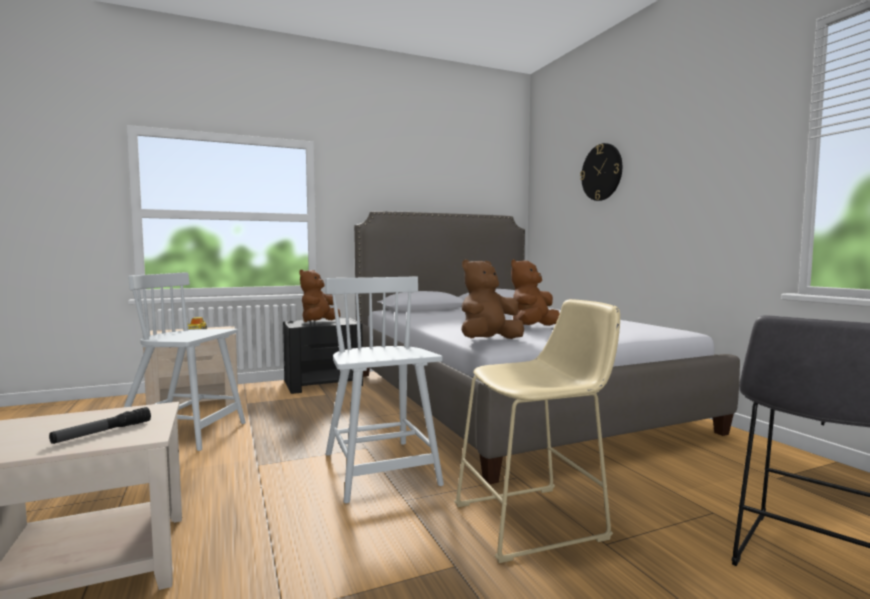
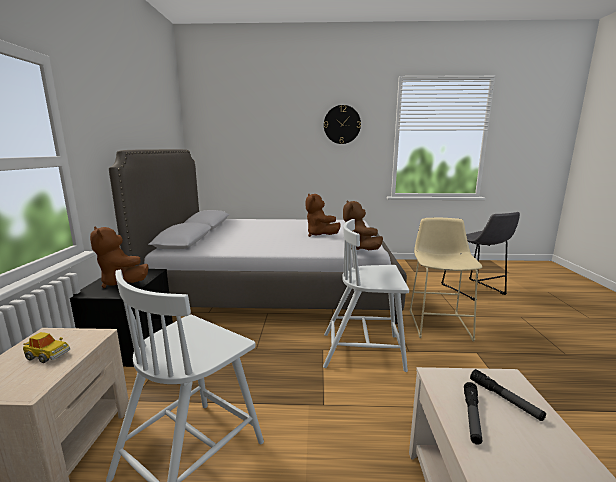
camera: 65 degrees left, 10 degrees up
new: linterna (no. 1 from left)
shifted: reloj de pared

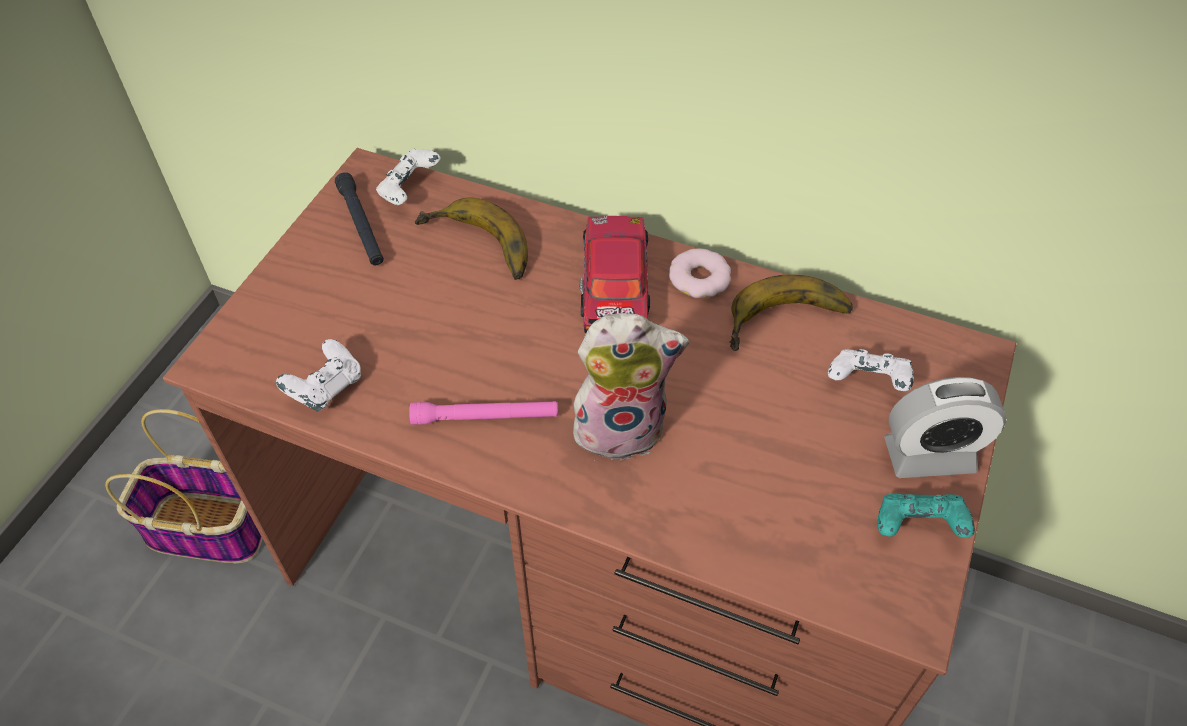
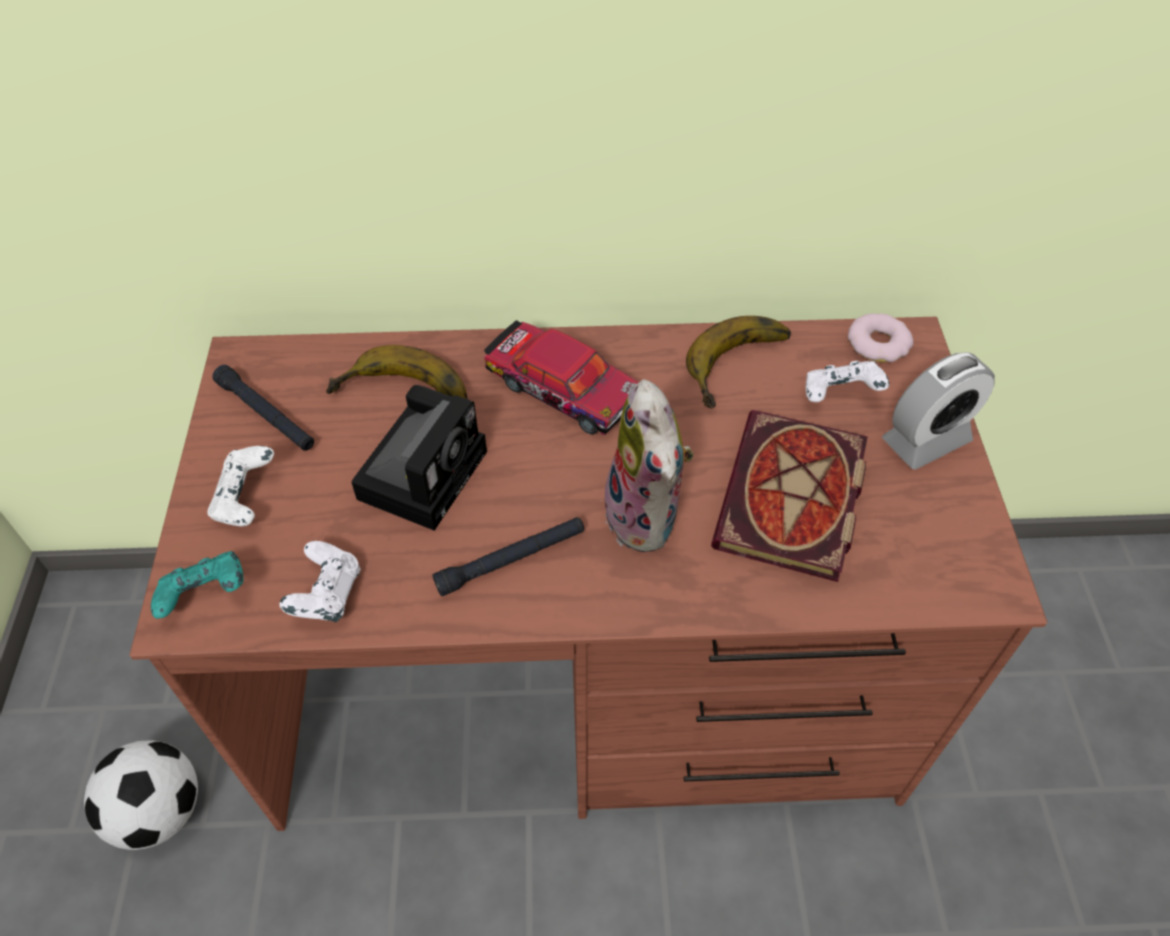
camera: 25 degrees left, 0 degrees up
new: cámara; libro
shifted: mando de consola [blanco] (no. 2 from left in the first image) to mando de consola [blanco] (no. 1 from left); rosquilla; mando de consola [turquesa]
swapped: cesta to balón de fútbol
repainted: linterna [rosa] to linterna [negro] (no. 2 from left)
rotated: coche de juguete 150 degrees clockwise; peluche 105 degrees clockwise

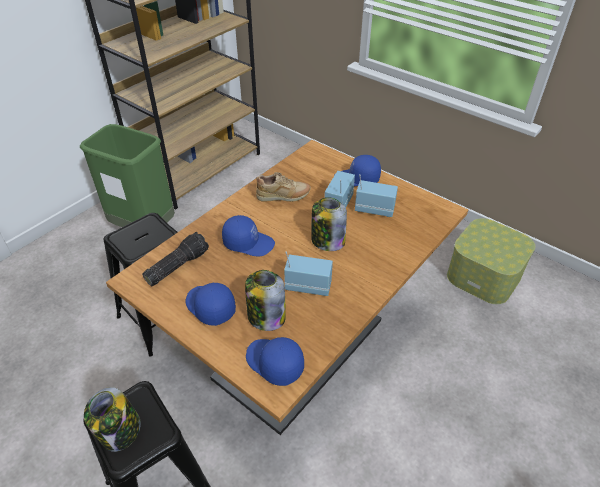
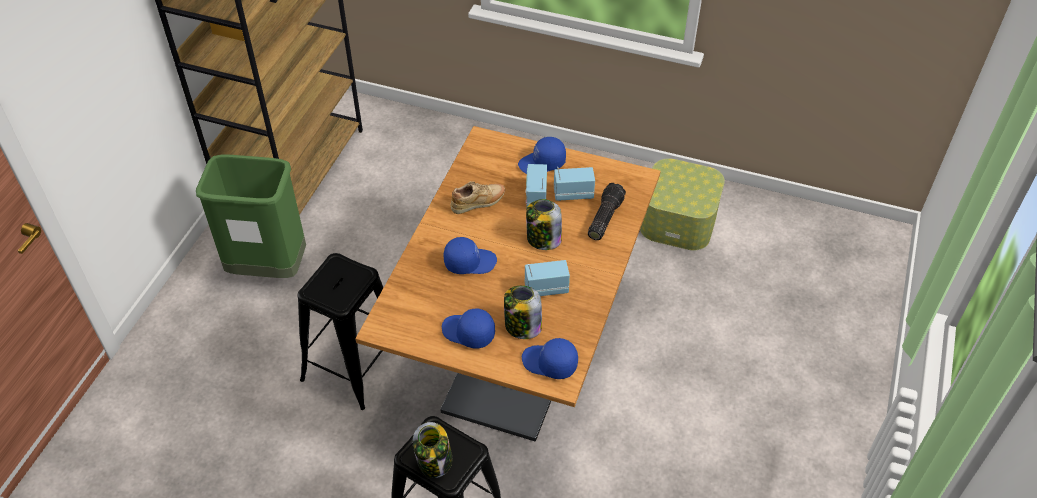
camera: 20 degrees left, 5 degrees up
shifted: linterna

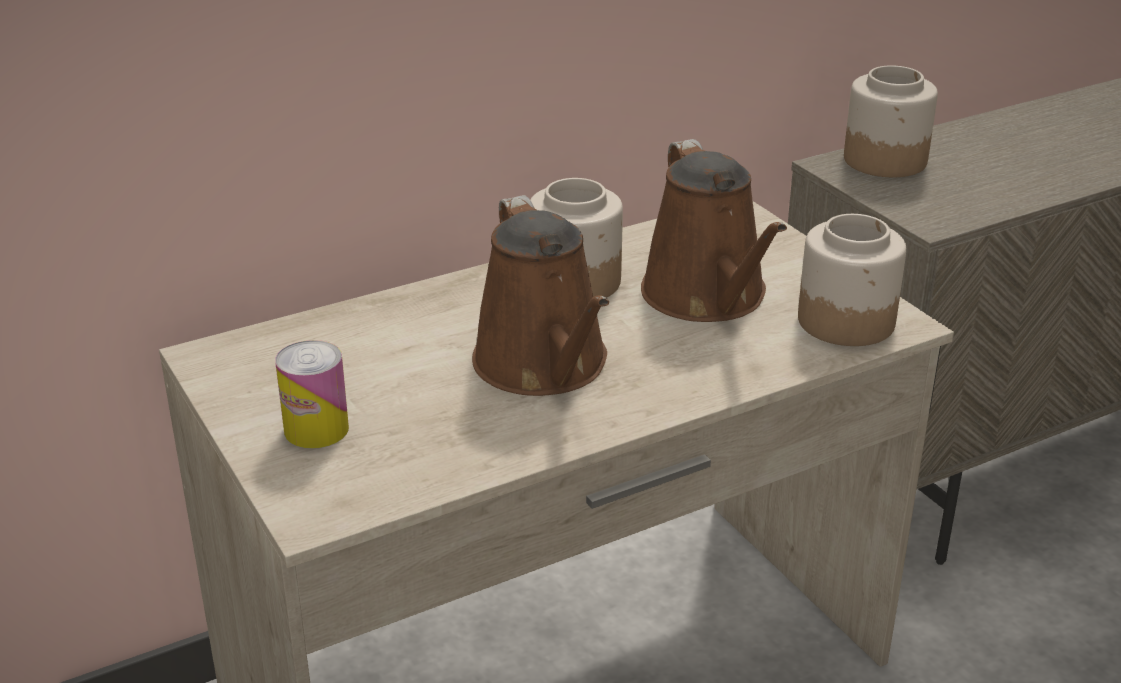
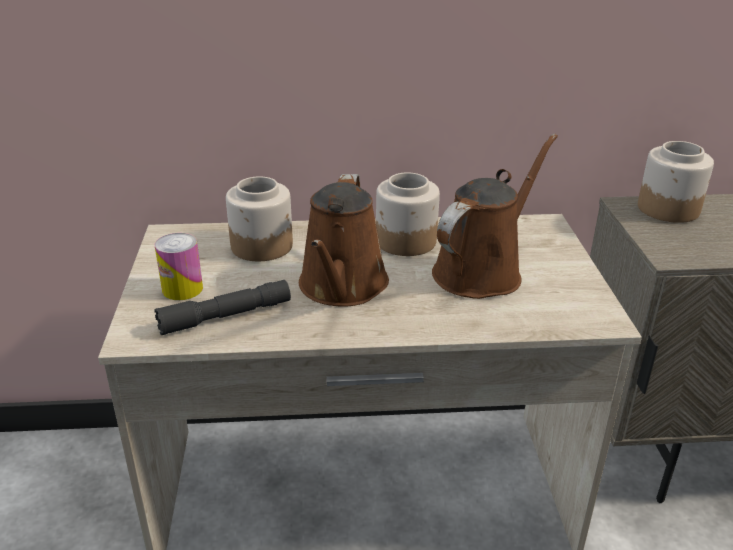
camera: 25 degrees right, 0 degrees up
new: linterna [gris]
shifted: tarro (no. 2 from left in the first image) to tarro (no. 1 from left)
rotated: regadera [marrón] (no. 2 from left) 150 degrees counterclockwise

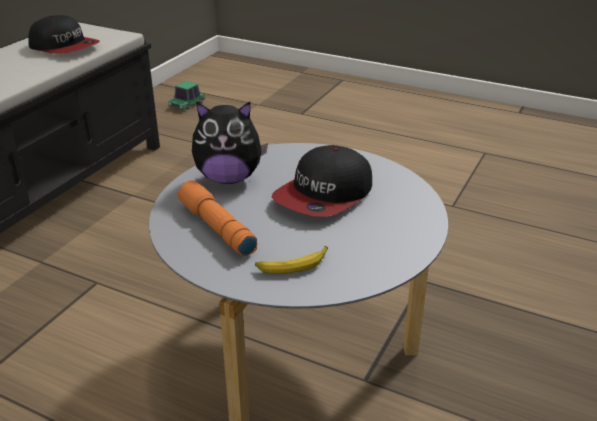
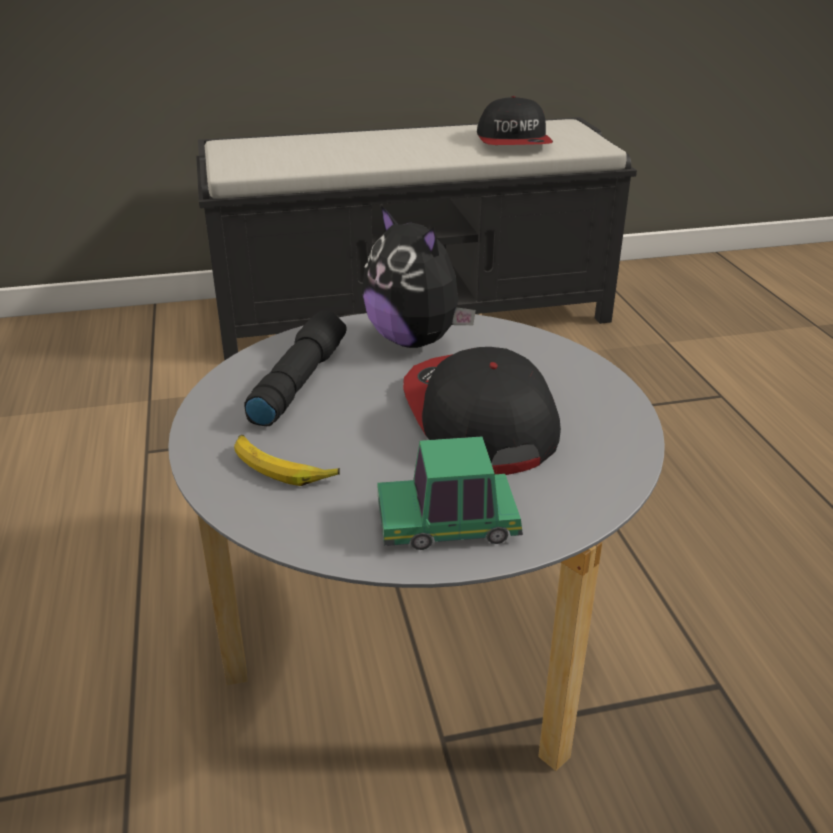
camera: 50 degrees right, 0 degrees up
shifted: coche de juguete
repainted: linterna [naranja] to linterna [negro]
rotated: gorra (no. 2 from left in the first image) 75 degrees clockwise

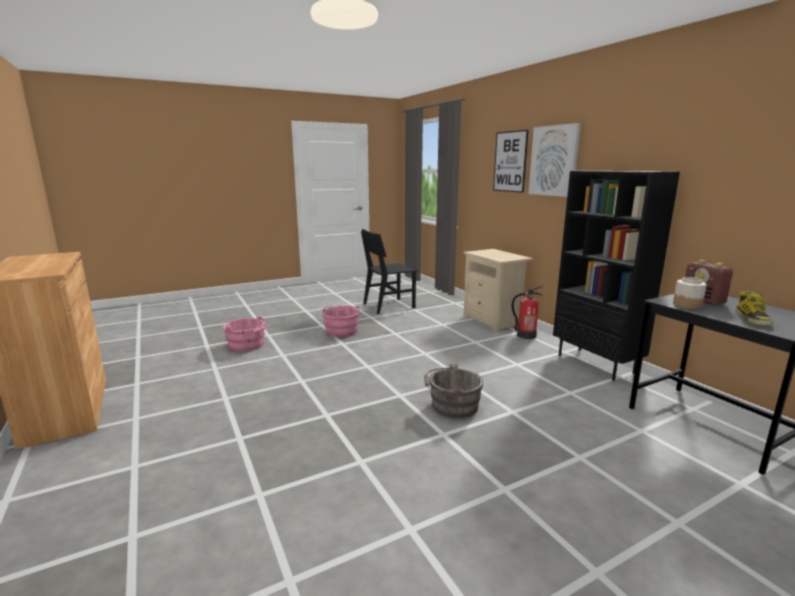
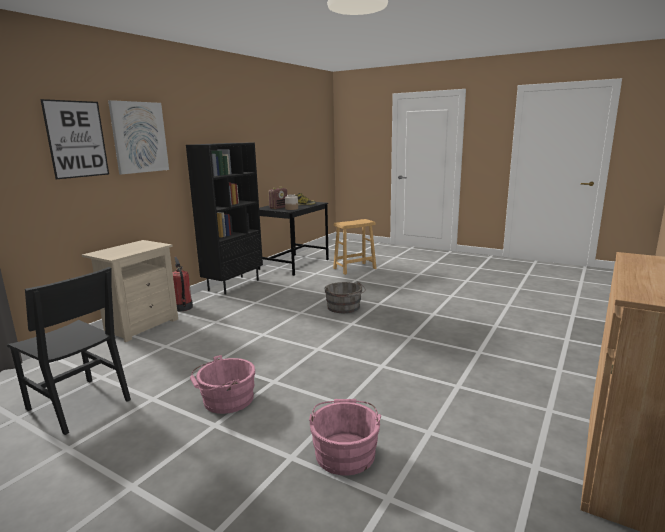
camera: 120 degrees left, 0 degrees up
new: taburete [marrón]

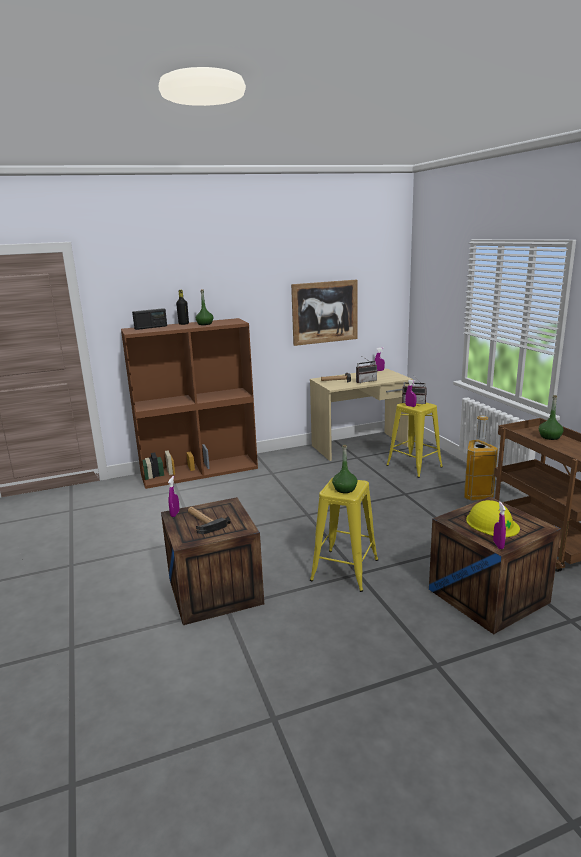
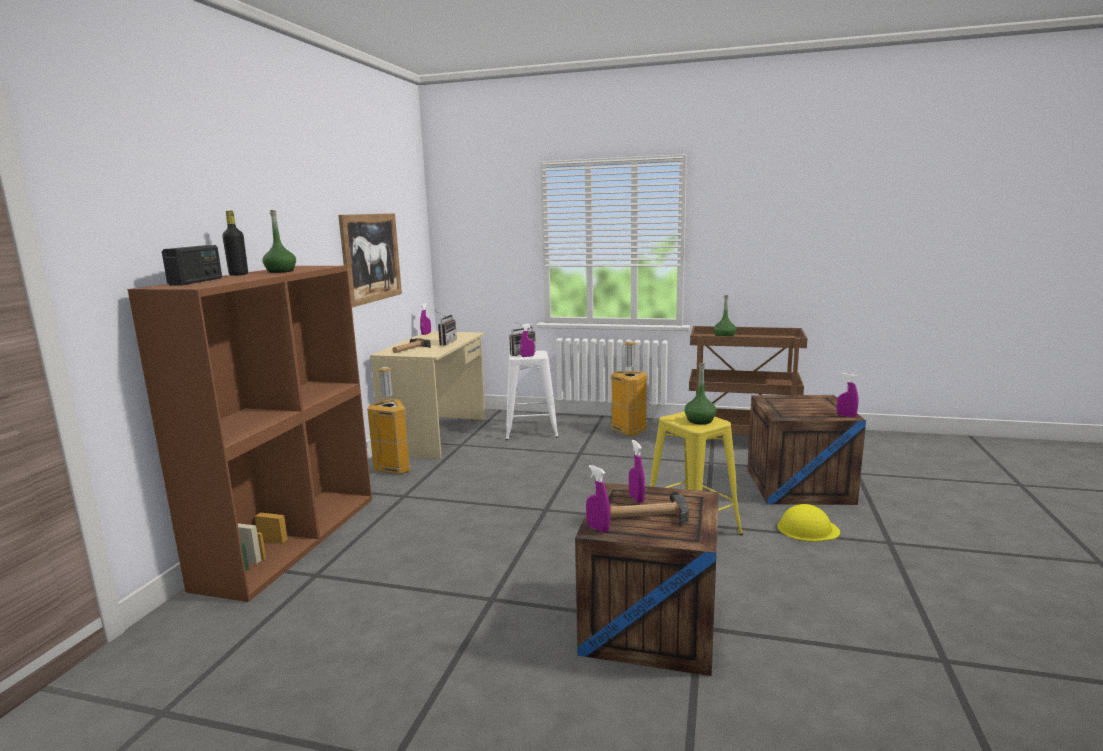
camera: 55 degrees left, 5 degrees down
new: papelera (no. 1 from left); pulverizador [morado] (no. 4 from left)
shifted: casco [amarillo]
repainted: taburete [amarillo] (no. 2 from left) to taburete [blanco]

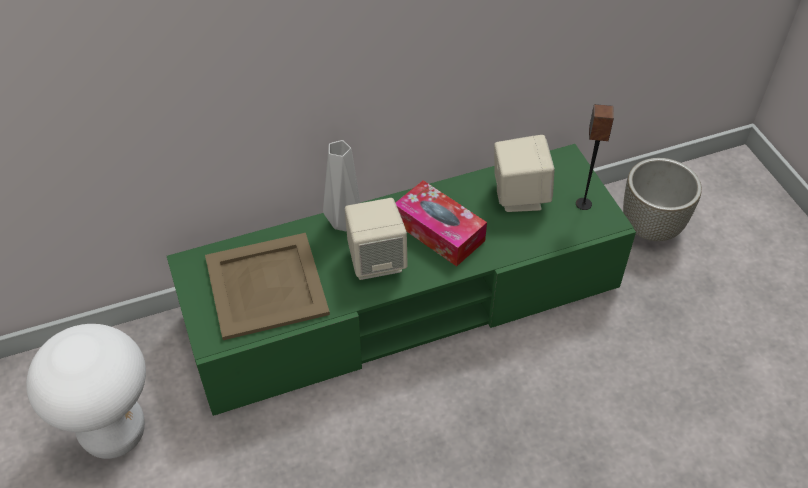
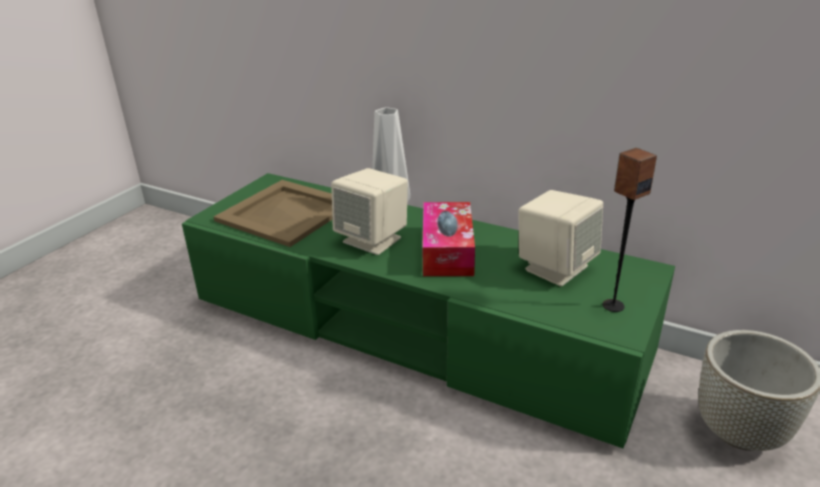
camera: 50 degrees right, 20 degrees down
gone: taburete [blanco]

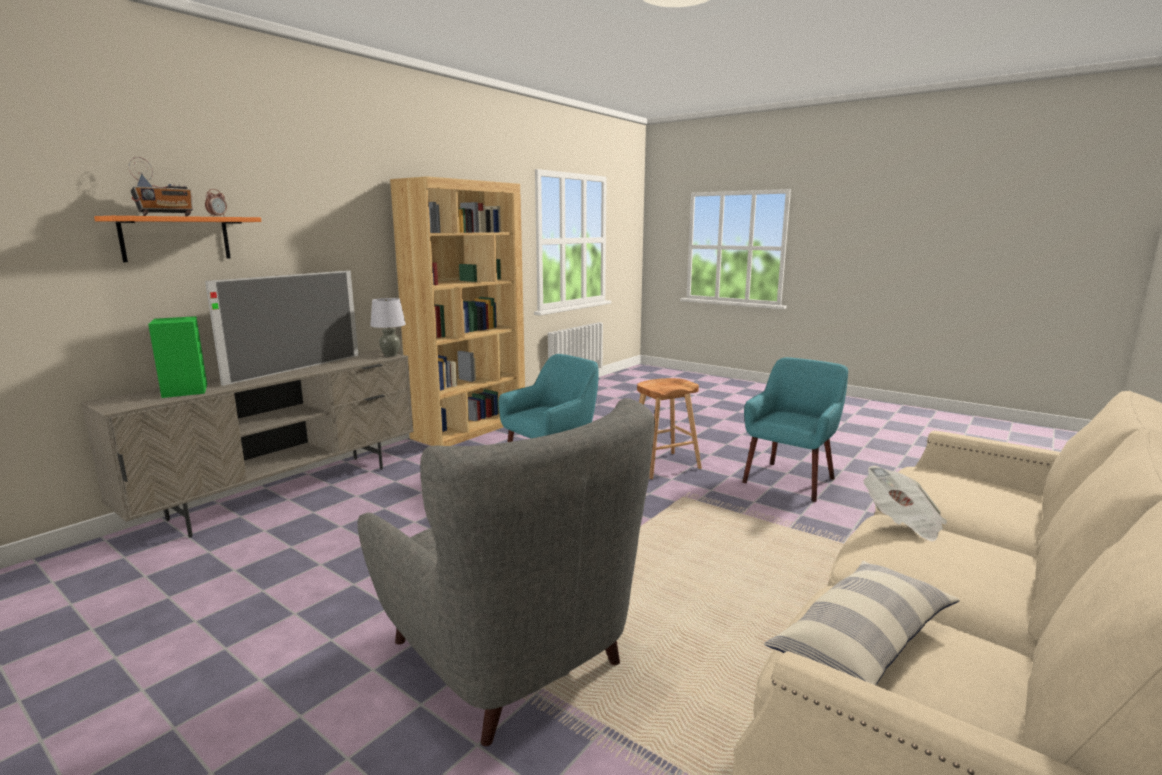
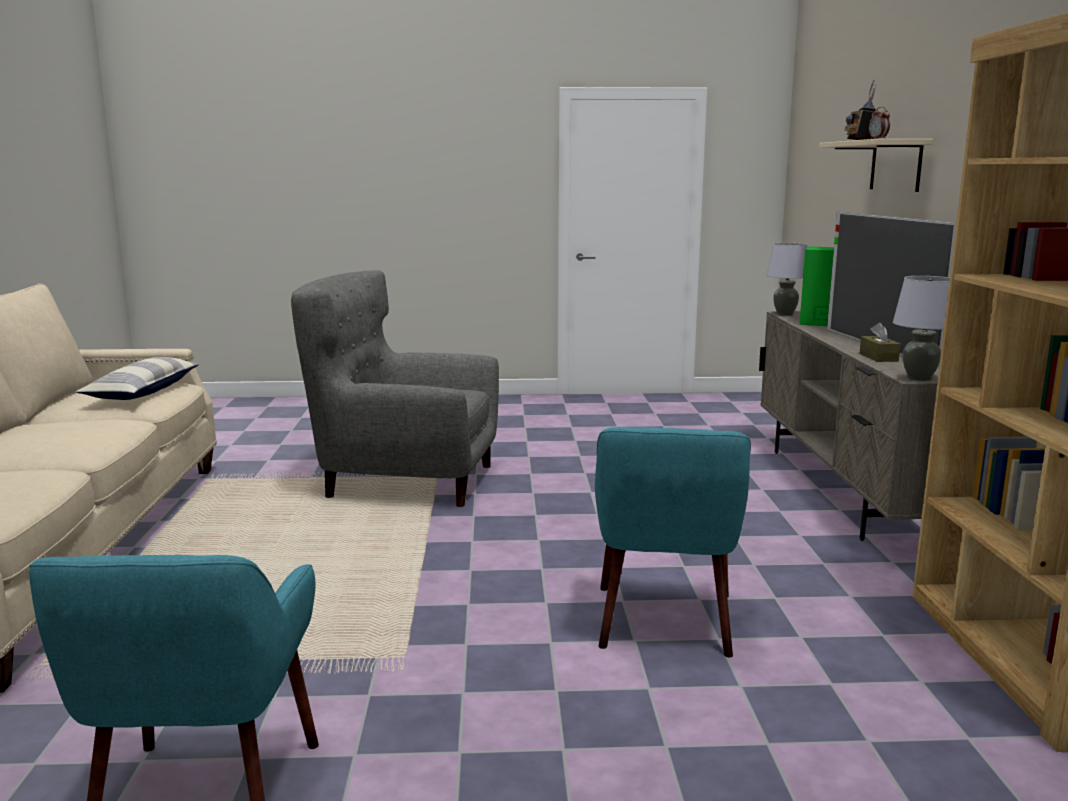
camera: 140 degrees right, 0 degrees up
gone: taburete [marrón]; periódico
new: lámpara de mesa [gris] (no. 1 from left); caja de pañuelos [marrón]
repainted: estante [naranja] to estante [beis]

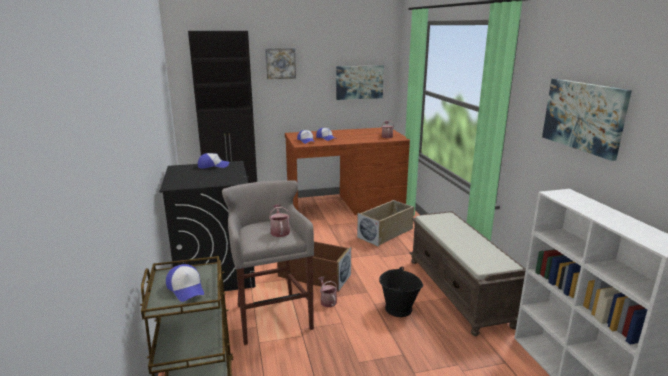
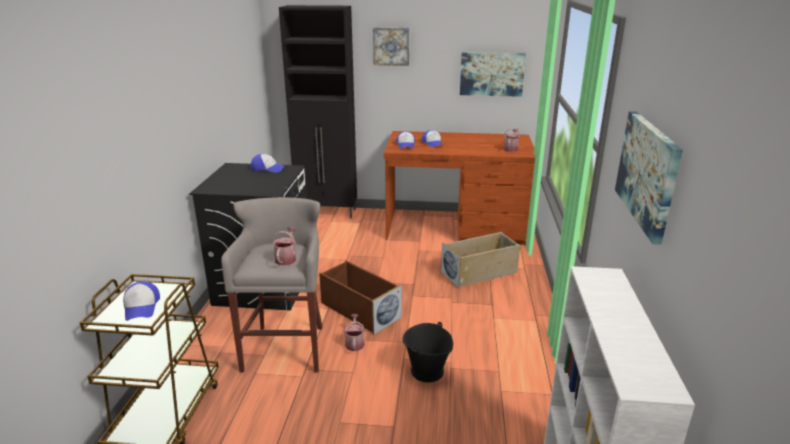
camera: 20 degrees right, 5 degrees up
gone: banco [marrón]

